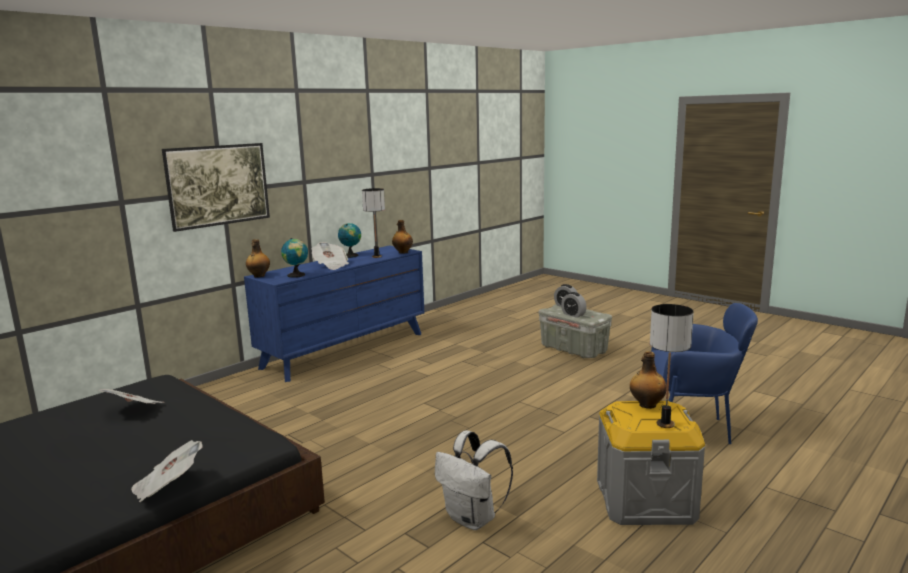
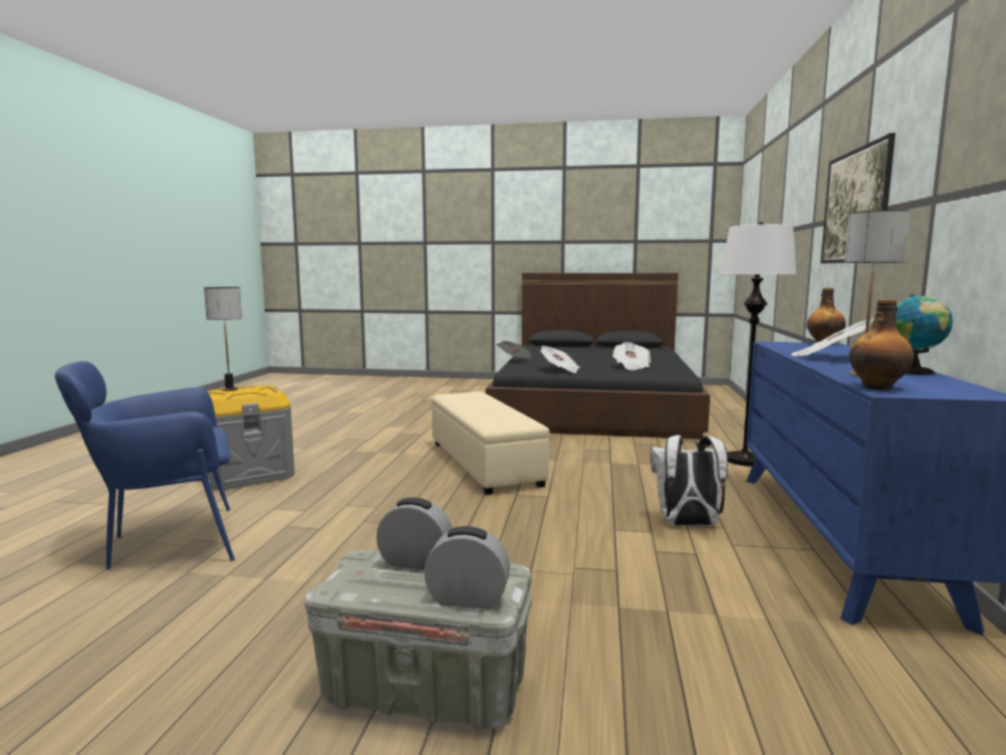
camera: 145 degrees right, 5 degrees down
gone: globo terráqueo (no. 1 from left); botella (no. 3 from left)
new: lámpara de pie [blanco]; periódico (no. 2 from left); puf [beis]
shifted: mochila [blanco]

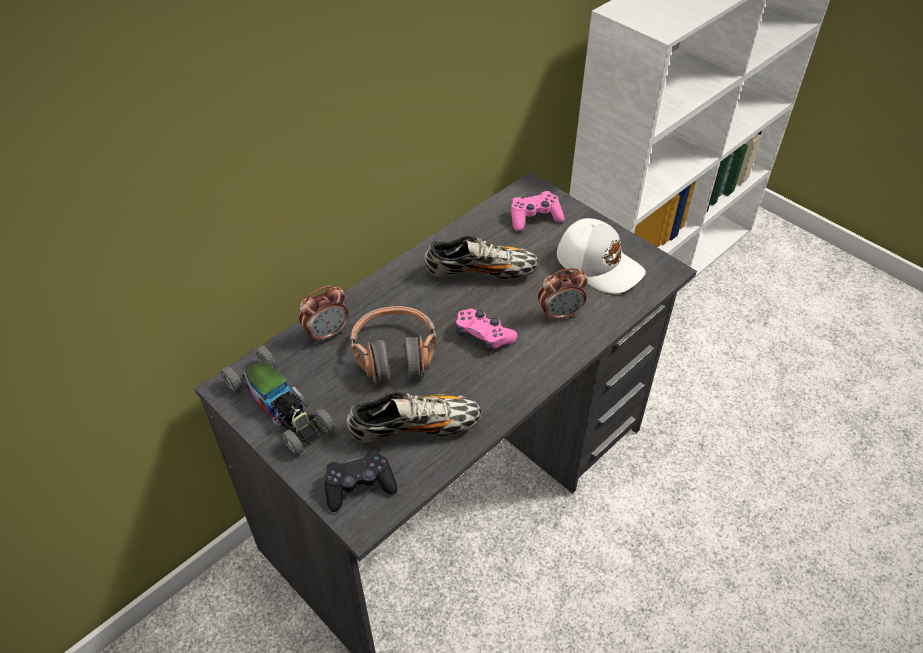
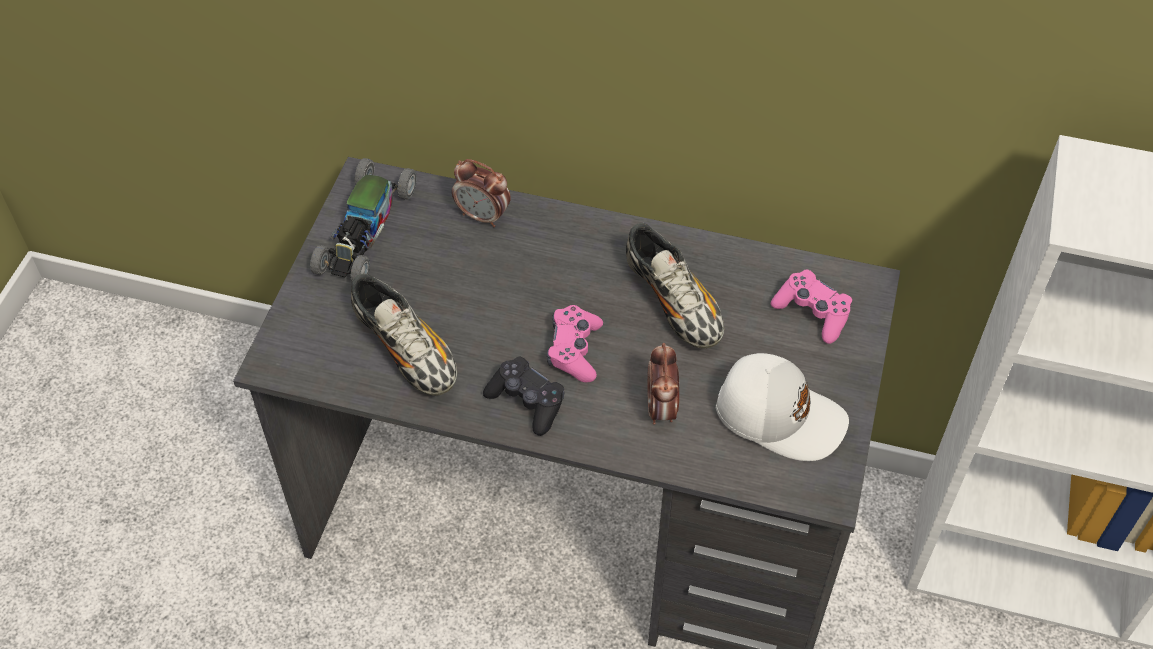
camera: 60 degrees right, 5 degrees up
gone: auriculares
shifted: mando de consola [negro]
rotated: gorra [blanco] 75 degrees counterclockwise; despertador (no. 2 from left) 45 degrees clockwise

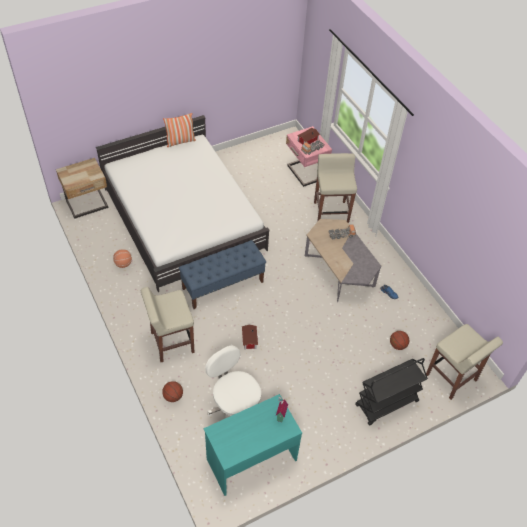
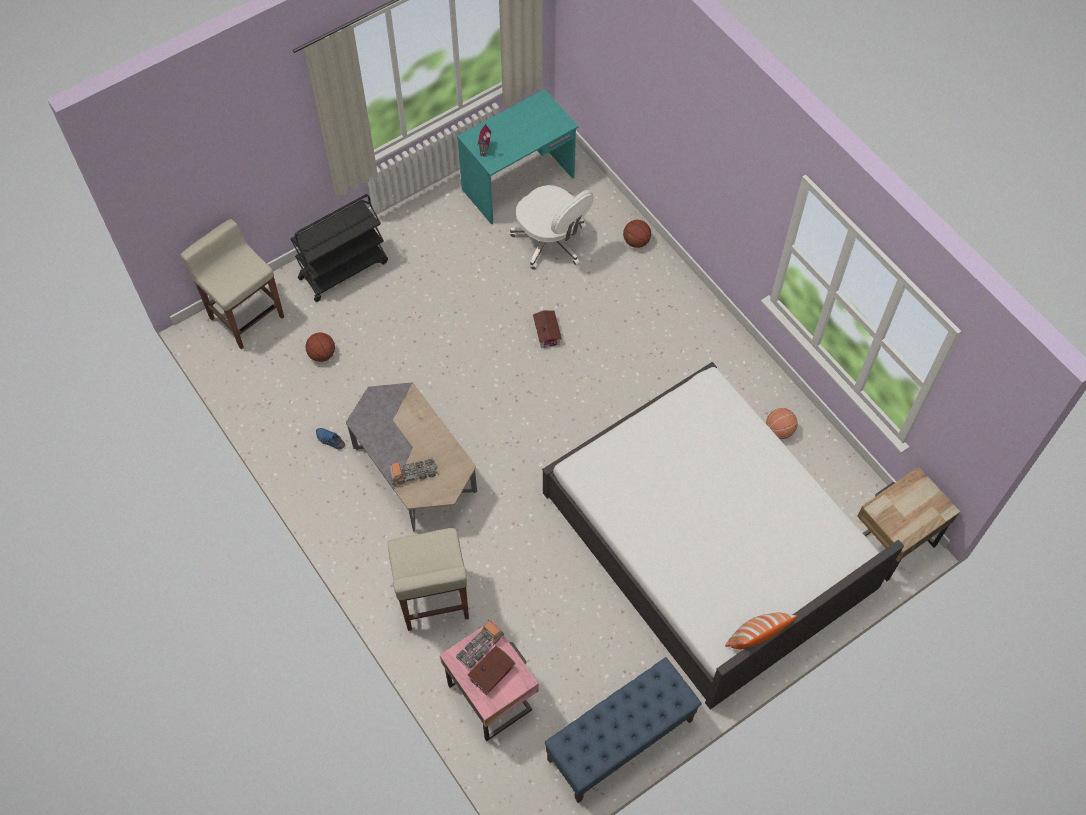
camera: 175 degrees right, 10 degrees up
gone: taburete [beis] (no. 1 from left)
shifted: banco [azul]

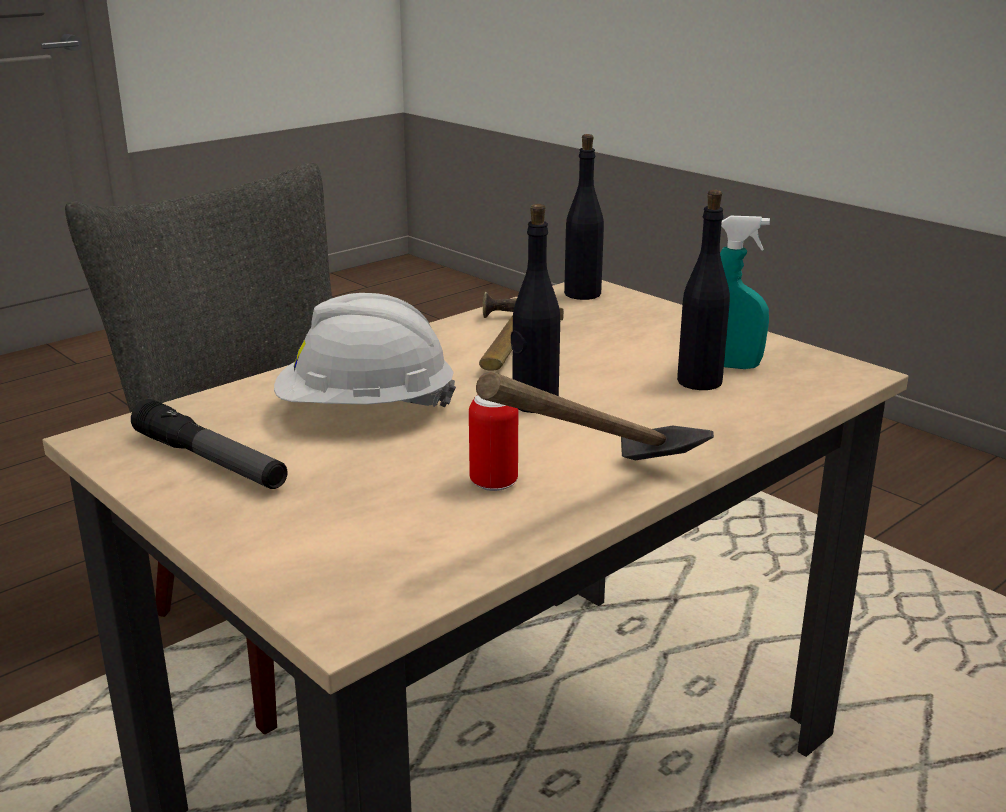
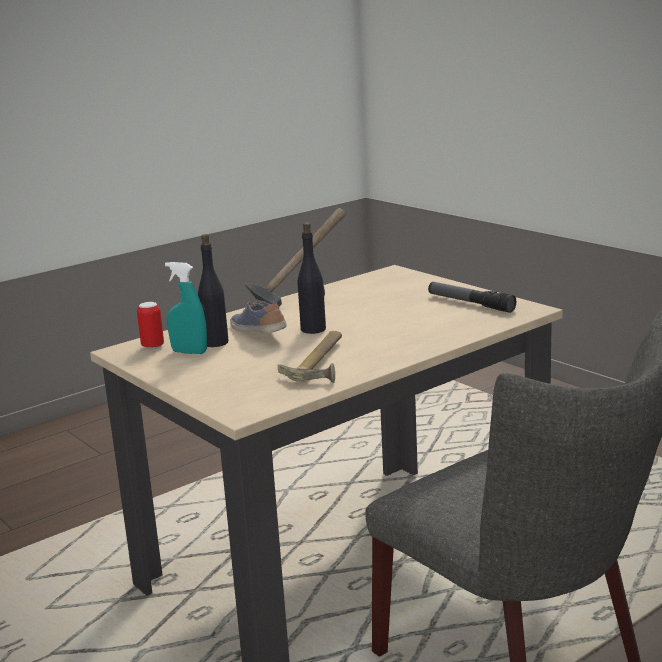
camera: 175 degrees left, 5 degrees down
gone: botella [negro] (no. 2 from left); casco [blanco]
new: zapato
shifted: lata

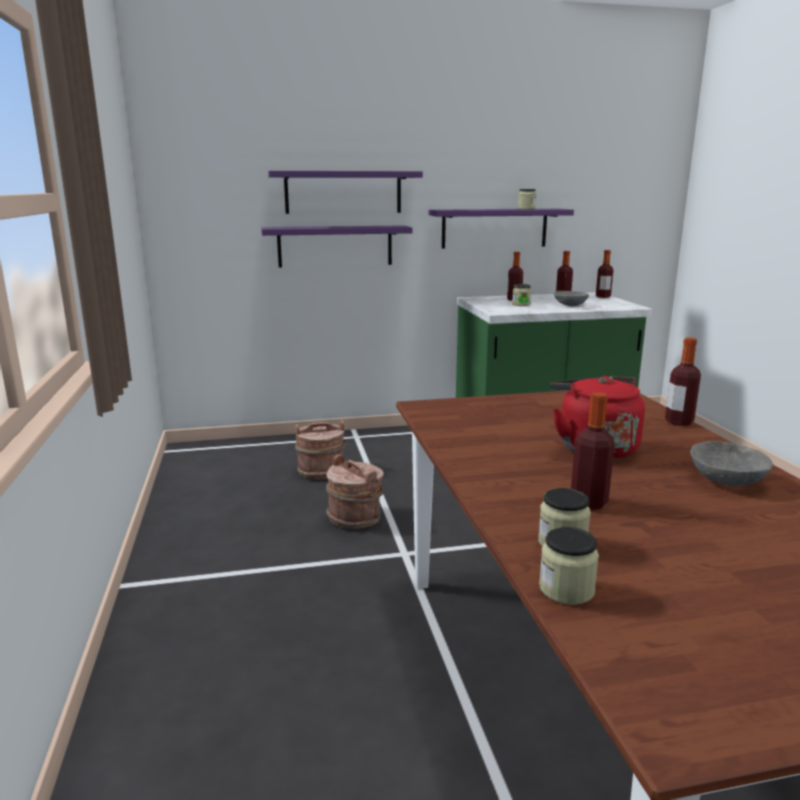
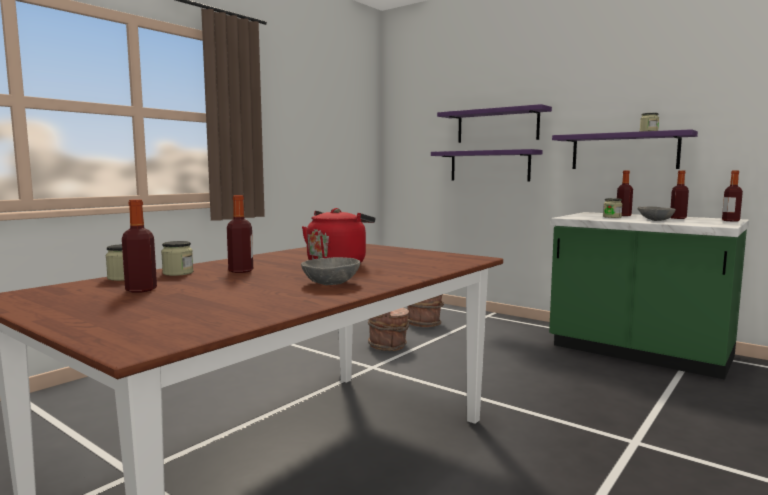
camera: 50 degrees right, 10 degrees down
shifted: botella (no. 5 from left in the first image) to botella (no. 1 from left)

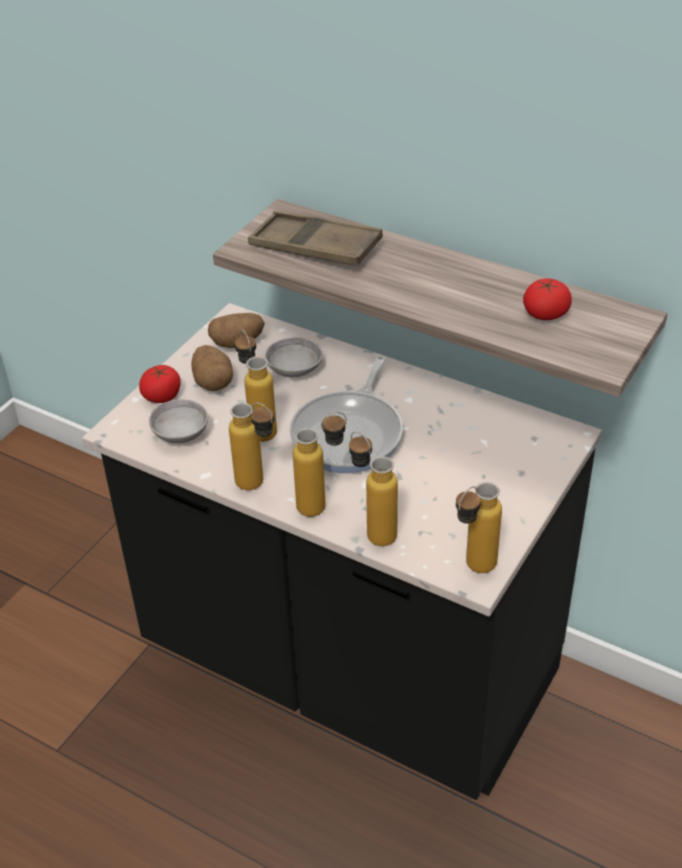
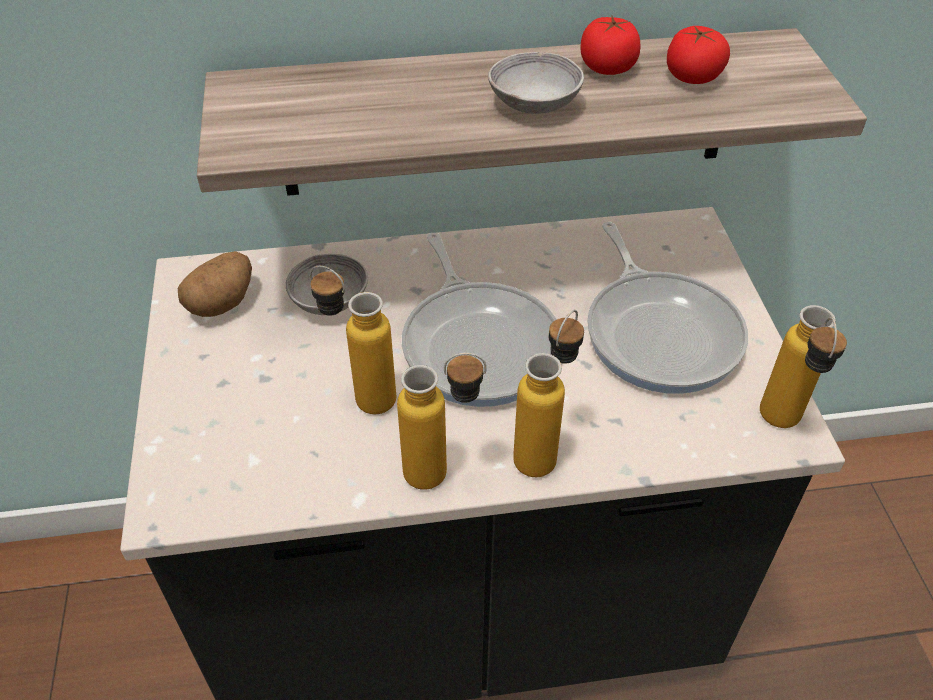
camera: 40 degrees left, 5 degrees up
gone: bandeja [marrón]; patata (no. 1 from left); botella (no. 4 from left)
new: sartén (no. 2 from left)
shifted: tomate (no. 1 from left); cuenco [gris] (no. 1 from left in the first image) to cuenco [gris] (no. 2 from left)

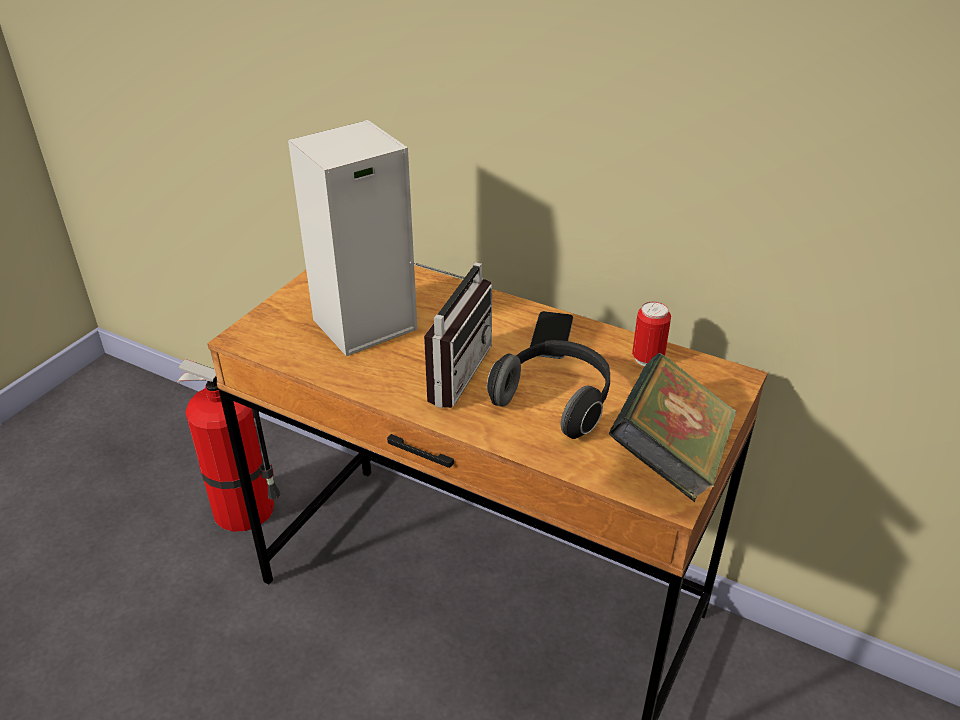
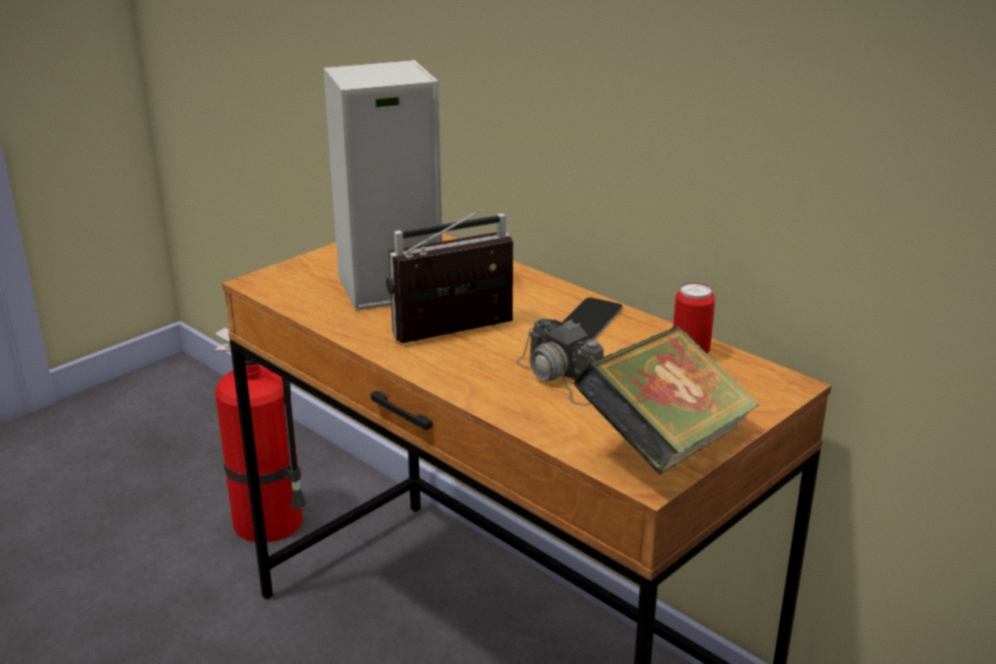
camera: 15 degrees right, 10 degrees down
swapped: auriculares to cámara
rotated: radio 150 degrees counterclockwise

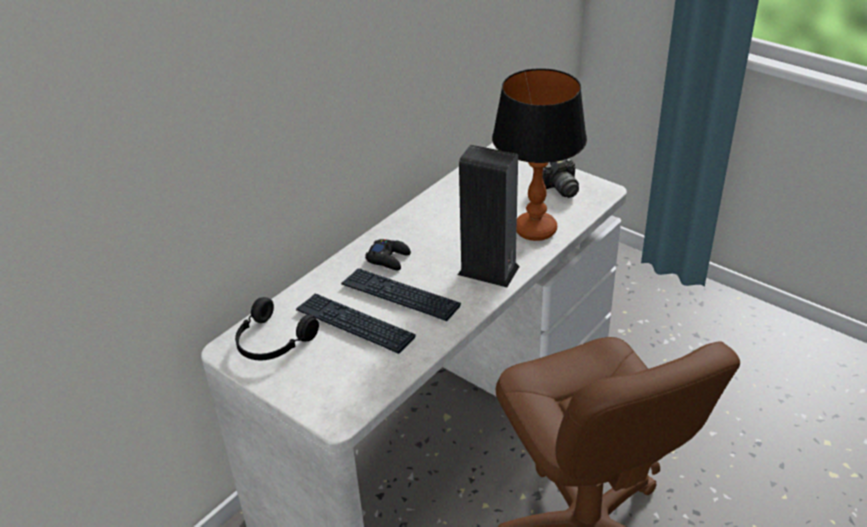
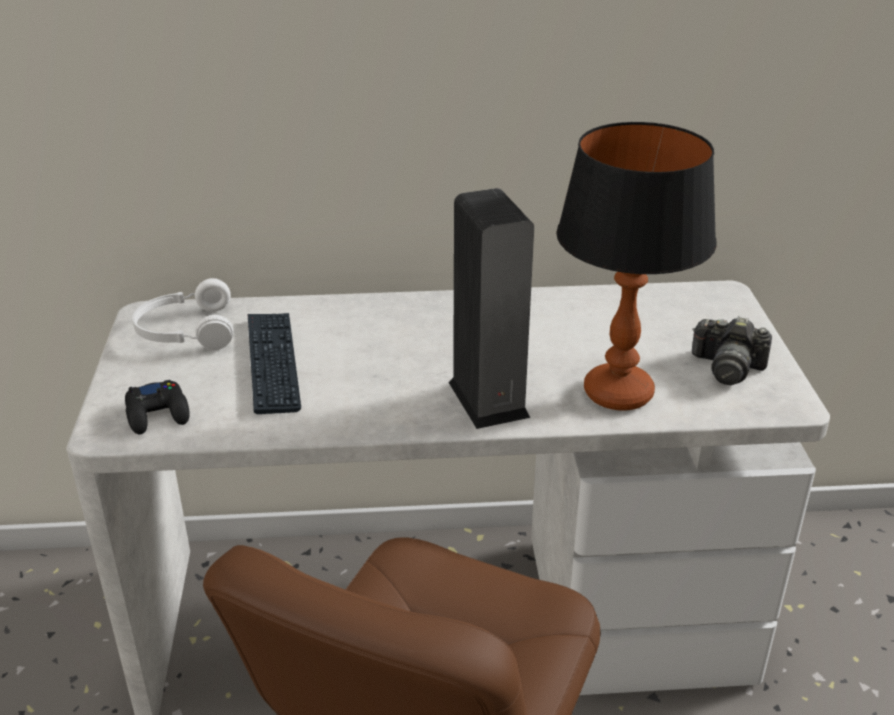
camera: 45 degrees right, 5 degrees down
gone: teclado (no. 2 from left)
shifted: mando de consola [negro]
repainted: auriculares [negro] to auriculares [blanco]

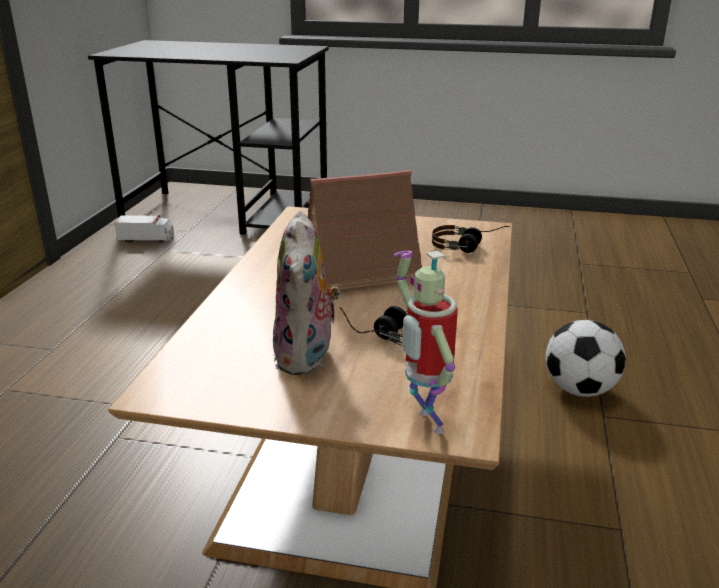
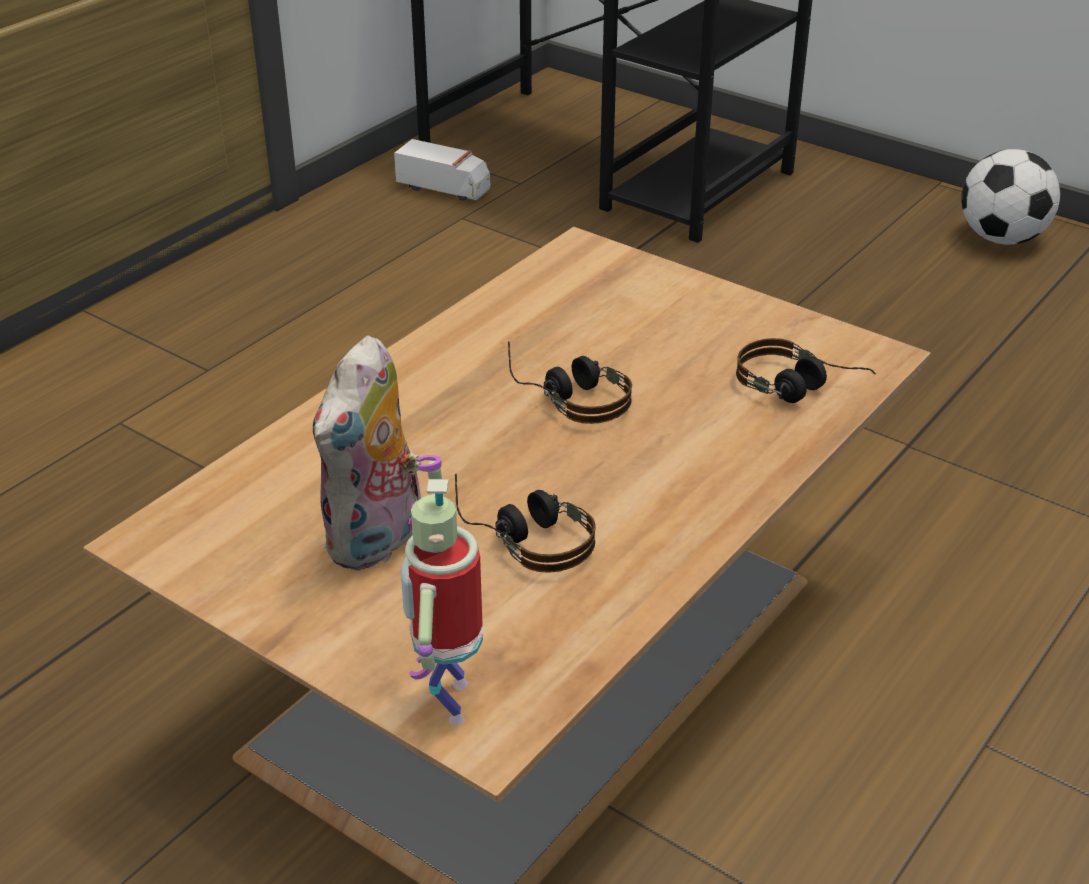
camera: 25 degrees right, 10 degrees up
shifted: balón de fútbol
swapped: casita to auriculares (no. 2 from left)

